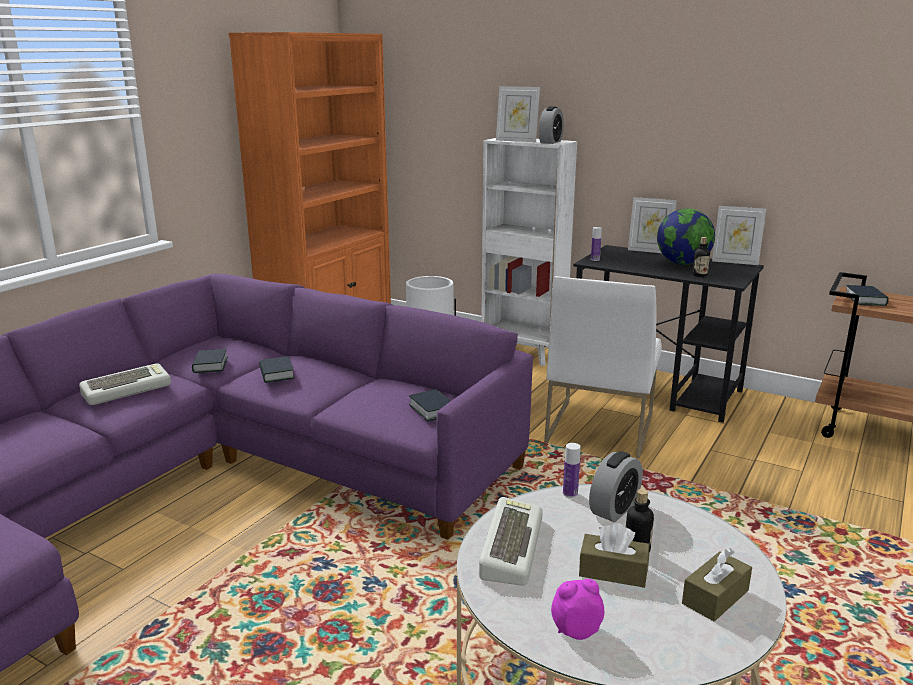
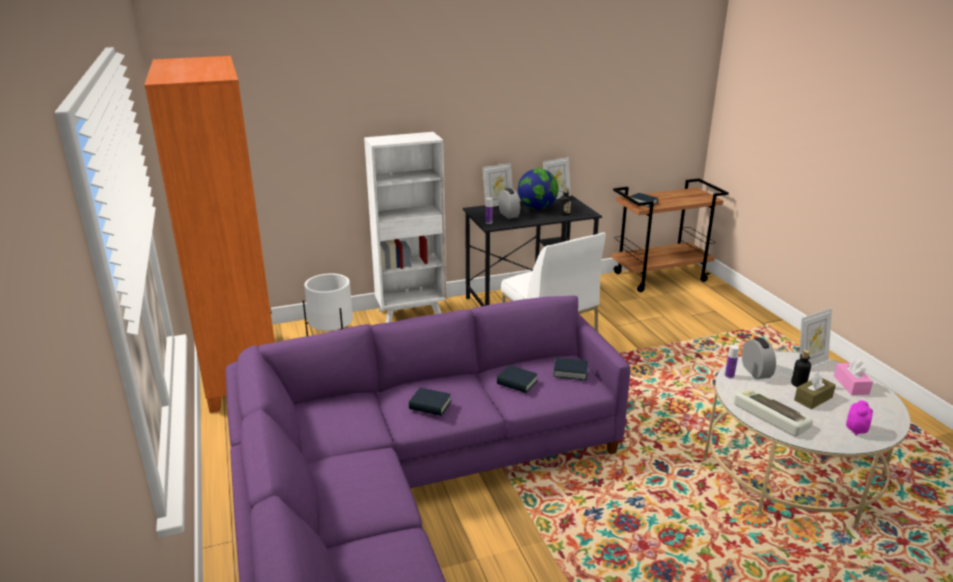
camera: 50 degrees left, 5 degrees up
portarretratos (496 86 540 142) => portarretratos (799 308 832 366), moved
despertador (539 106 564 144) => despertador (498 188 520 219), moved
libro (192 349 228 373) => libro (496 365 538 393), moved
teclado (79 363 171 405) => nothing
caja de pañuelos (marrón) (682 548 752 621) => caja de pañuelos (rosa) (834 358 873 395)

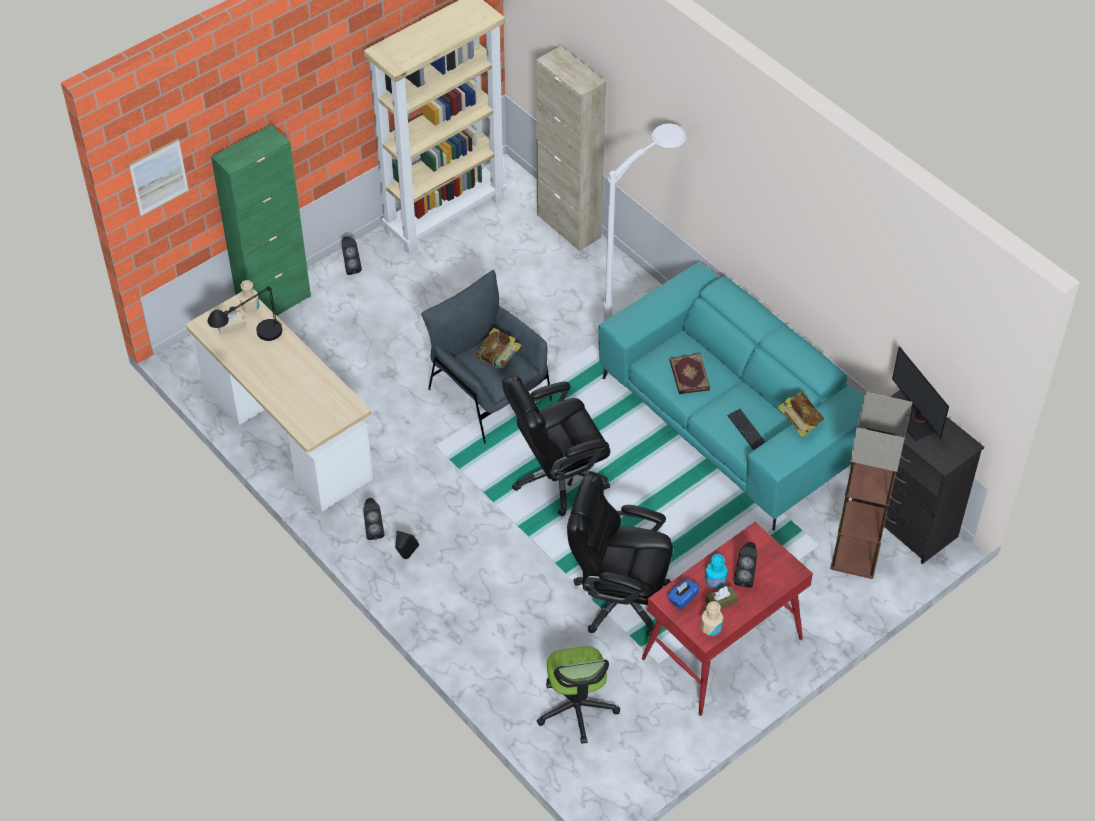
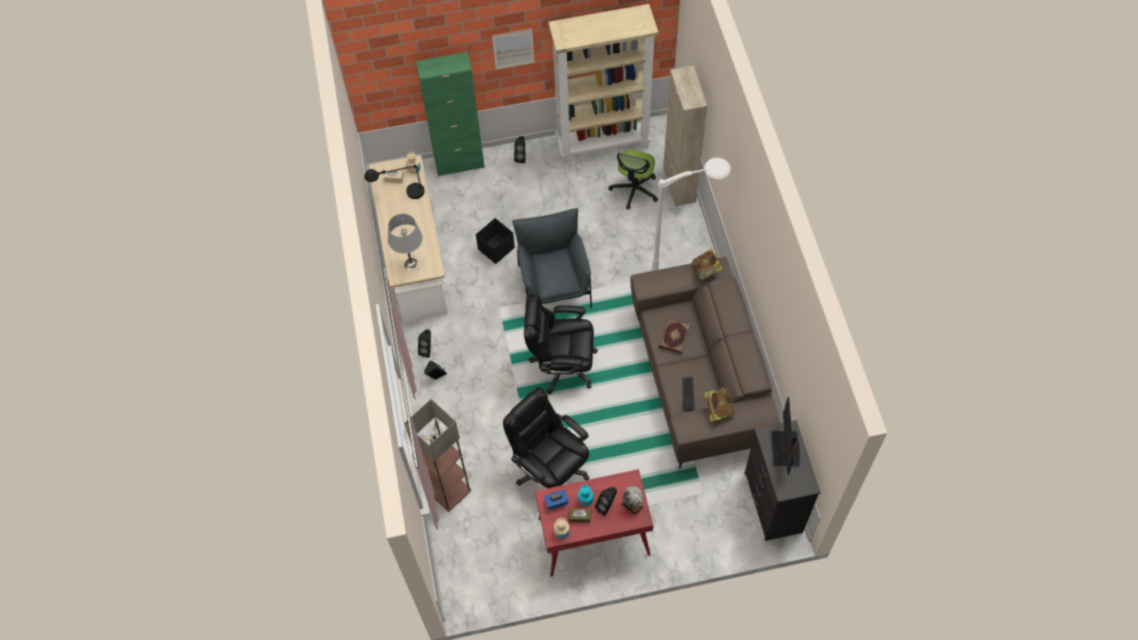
camera: 30 degrees right, 10 degrees up
cuadro (129 138 189 217) => cuadro (492 28 535 70), moved
sofá (turquesa) (598 263 866 530) => sofá (marrón) (630 257 780 469)
libro (476 328 522 368) => libro (692 248 723 280), moved
lámpara de pie (830 392 913 579) => lámpara de pie (404 399 471 512), moved
silla de oficina (537 646 620 744) => silla de oficina (609 150 658 209), moved
nothing => lámpara de mesa (gris) (388 214 423 271)
nothing => caja de almacenaje (negro) (476 218 515 264)
nothing => globo terráqueo (621 486 644 516)

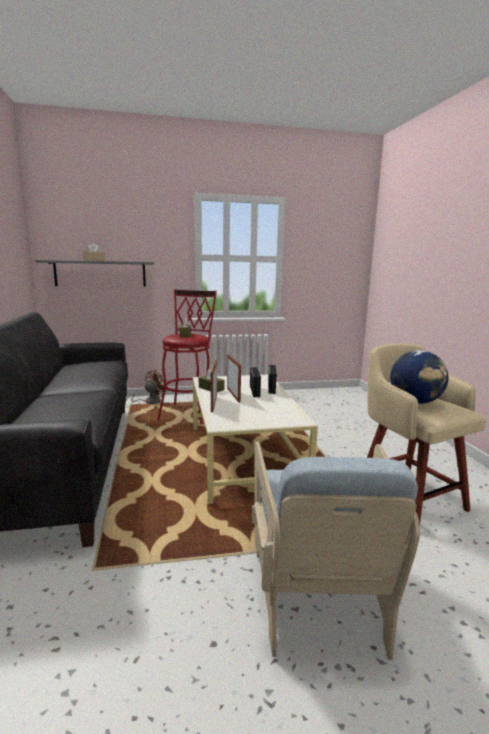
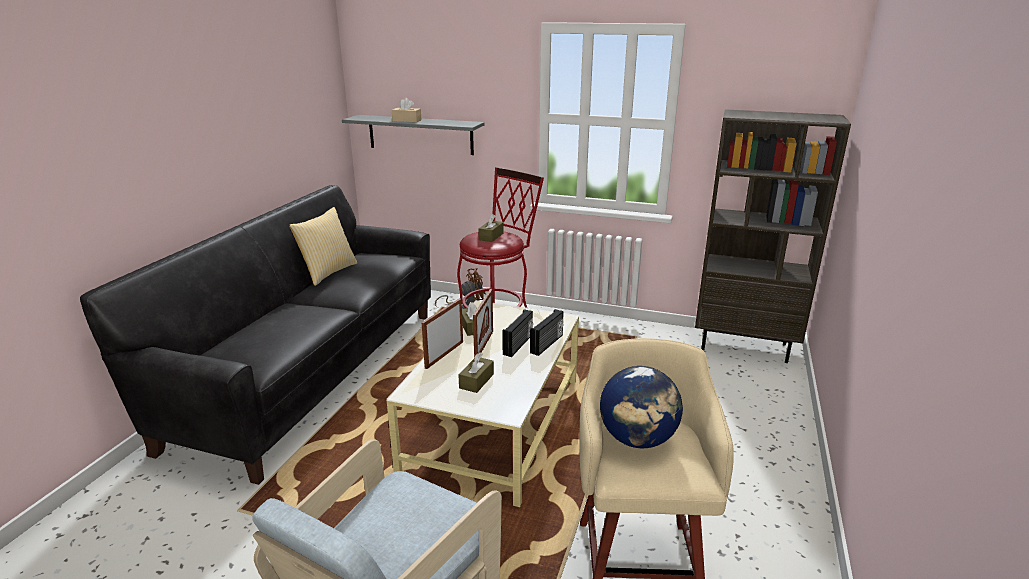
camera: 30 degrees right, 10 degrees up
nothing => estantería (marrón) (695 109 851 363)
nothing => cojín (289 207 357 286)
nothing => caja de pañuelos (marrón) (458 353 494 393)

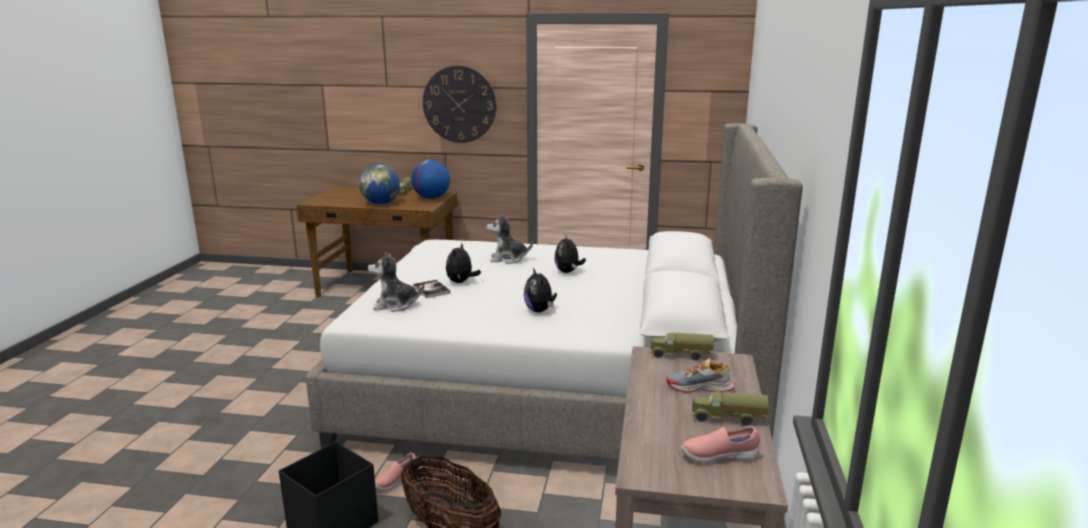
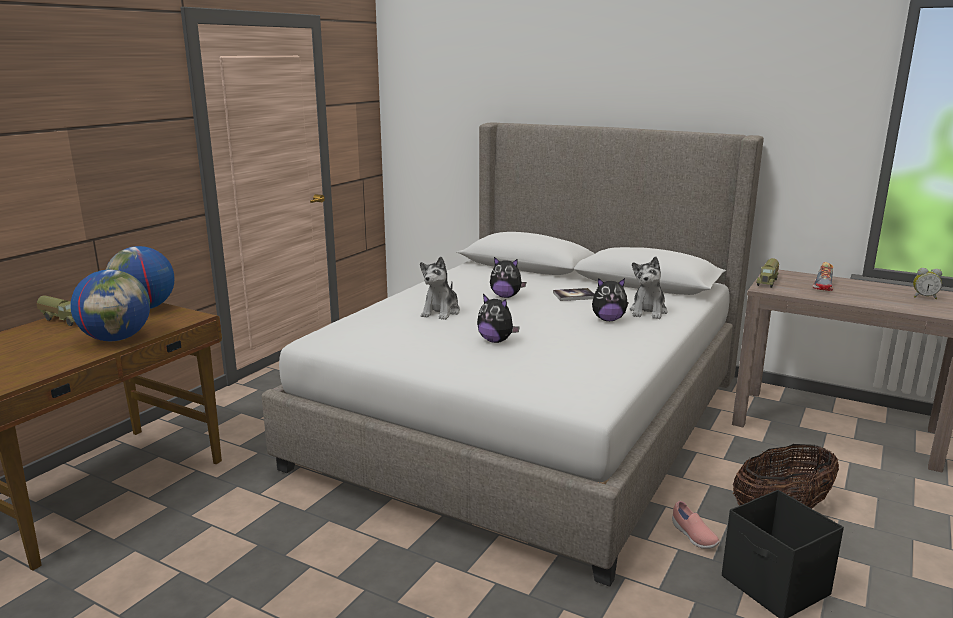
camera: 70 degrees left, 0 degrees up
reloj de pared (423 66 496 143) => nothing
peluche (368 252 424 312) => peluche (630 257 668 319), moved
libro (413 280 450 298) => libro (553 288 594 301), moved
camión de juguete (692 391 769 426) => nothing
zapato (rosa) (681 426 760 463) => despertador (913 268 942 299)

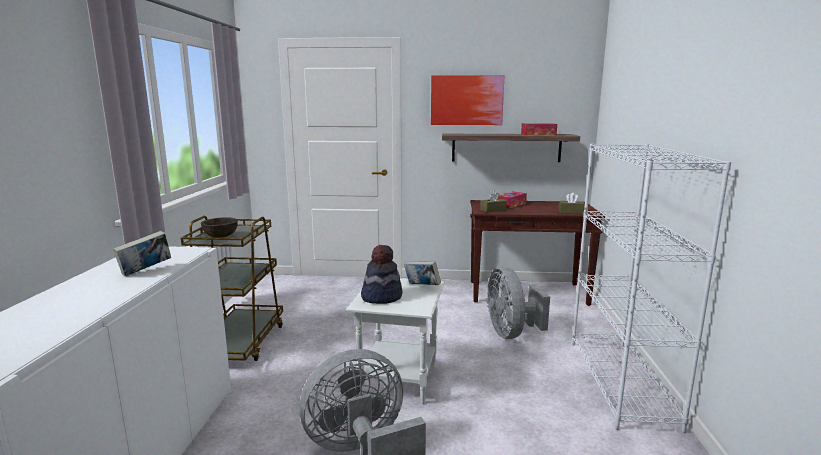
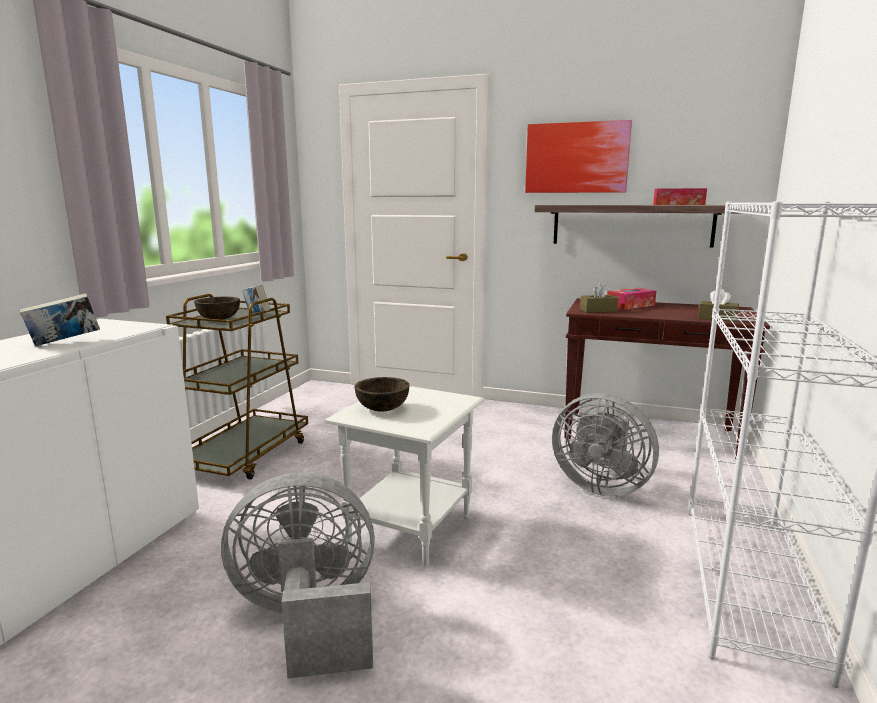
camera: 15 degrees right, 0 degrees up
sombrero (361 245 403 304) => cuenco (marrón) (355 377 410 411)
libro (404 261 441 285) => libro (242 285 270 313), moved
ventilador (gris) (487 267 550 339) => ventilador (gris) (552 393 659 497), 60 degrees counterclockwise

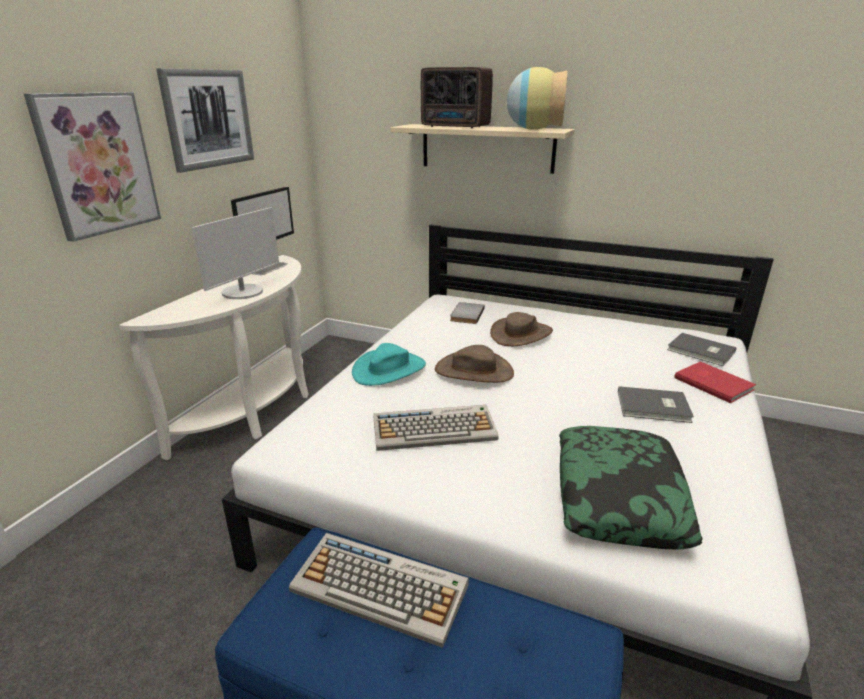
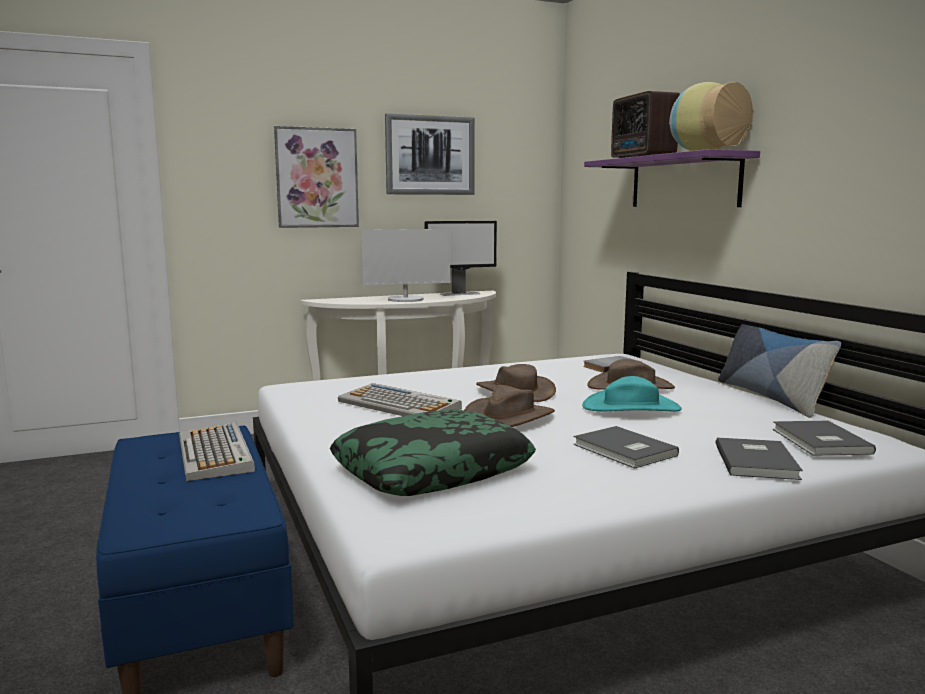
camera: 45 degrees right, 15 degrees down
estante (beis) (390 124 575 174) => estante (morado) (584 149 760 207)
sombrero (turquesa) (352 343 426 386) => sombrero (turquesa) (582 376 682 412), moved
libro (rojo) (674 362 756 403) => libro (gris) (716 437 803 480)
nothing => cojín (718 319 841 418)
nothing => sombrero (marrón) (464 385 555 427)

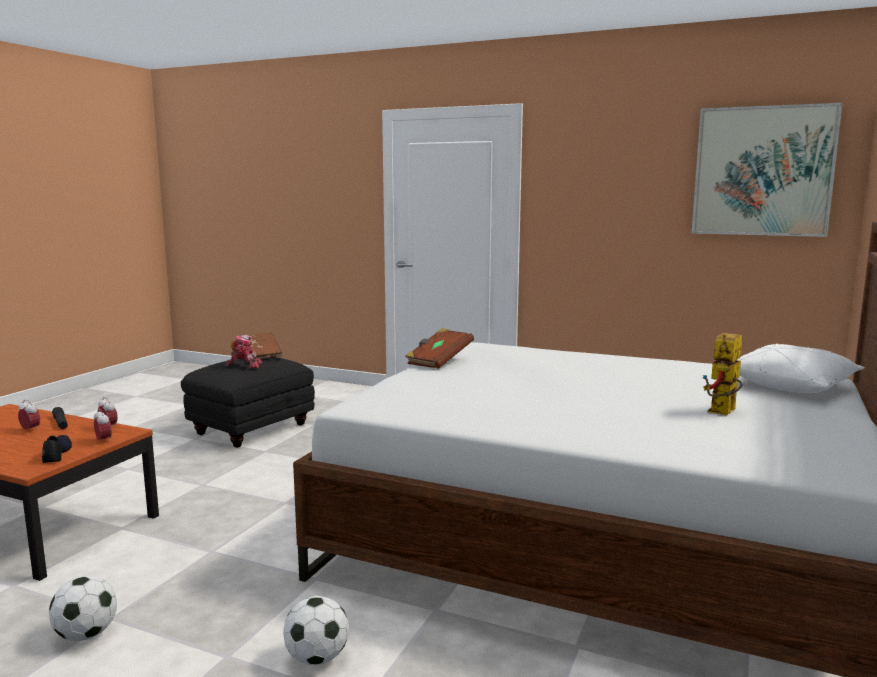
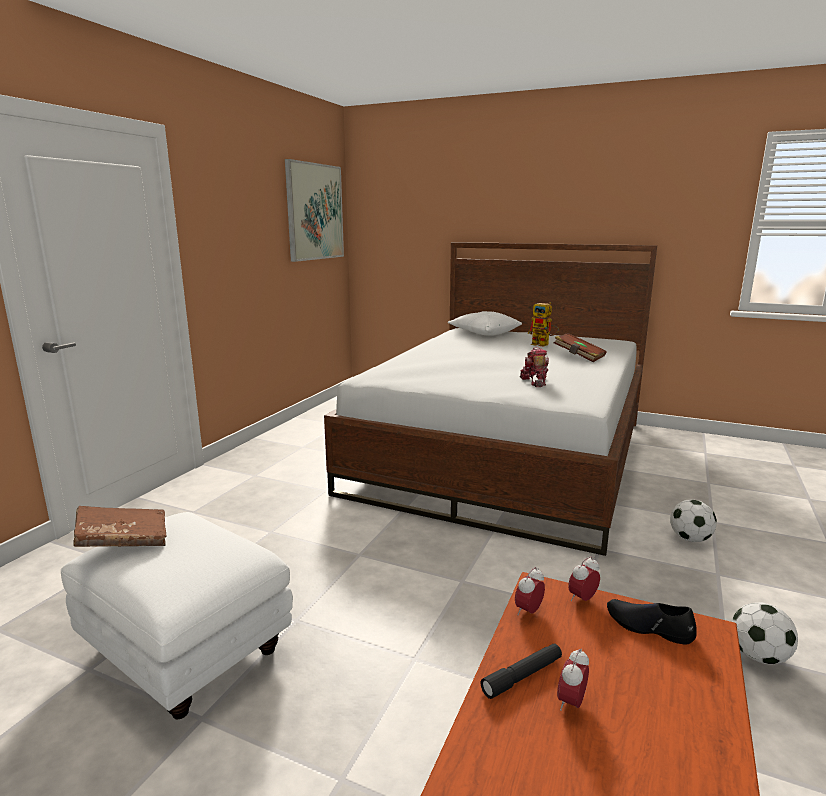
camera: 90 degrees left, 5 degrees up
libro (marrón) (405 328 474 369) => libro (marrón) (554 333 607 362), moved
robot de juguete (225 334 263 368) => robot de juguete (520 347 549 387), moved
puf (negro) (181 357 315 448) => puf (blanco) (61 512 293 719)
zapato (negro) (42 435 72 463) => zapato (negro) (607 599 696 645), 45 degrees clockwise

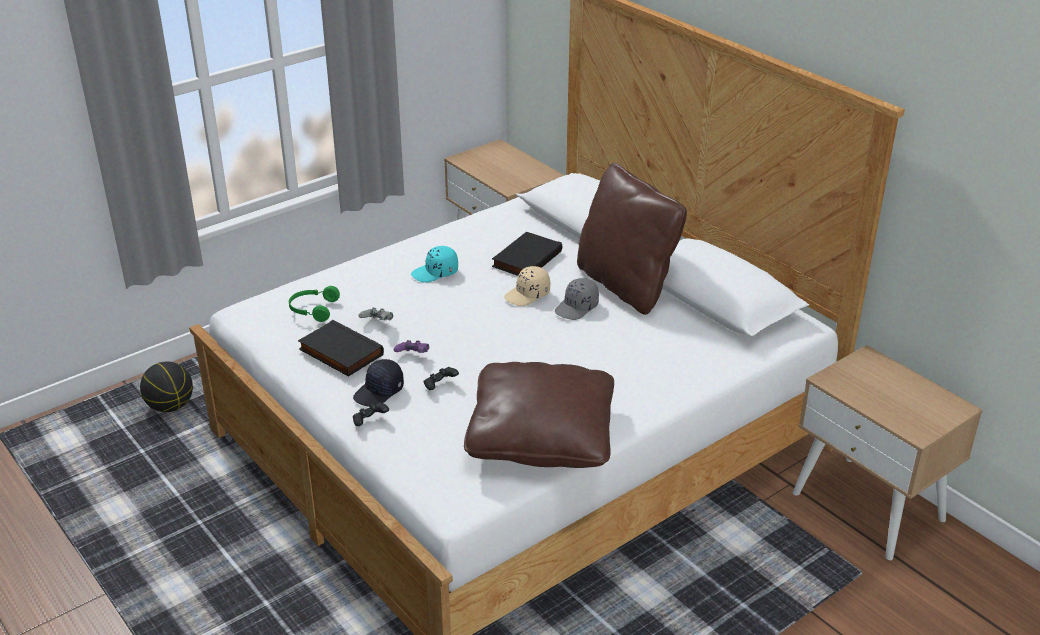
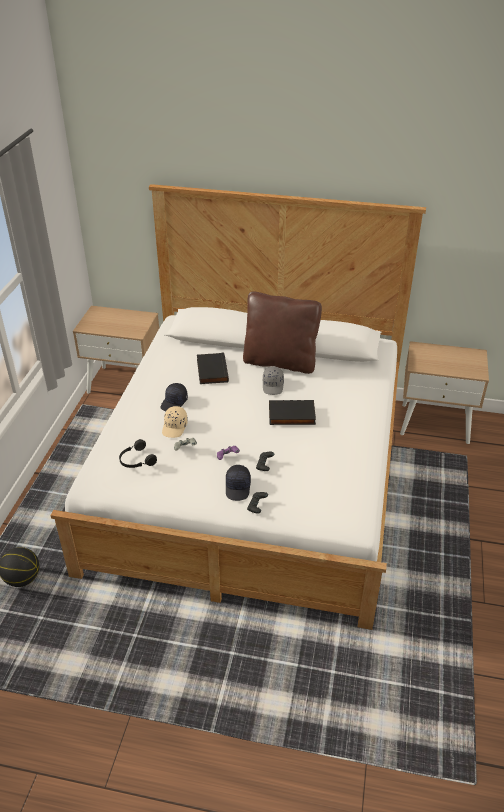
camera: 40 degrees left, 5 degrees up
gorra (turquesa) (411 246 458 283) => gorra (negro) (160 383 188 411)
gorra (beis) (504 266 550 306) => gorra (beis) (162 406 188 438), moved
auriculares (verde) (289 286 340 322) => auriculares (negro) (119 439 157 468)
libro (negro) (298 320 384 377) => libro (negro) (269 400 316 425), moved
cojín (marrón) (464 362 614 468) => nothing

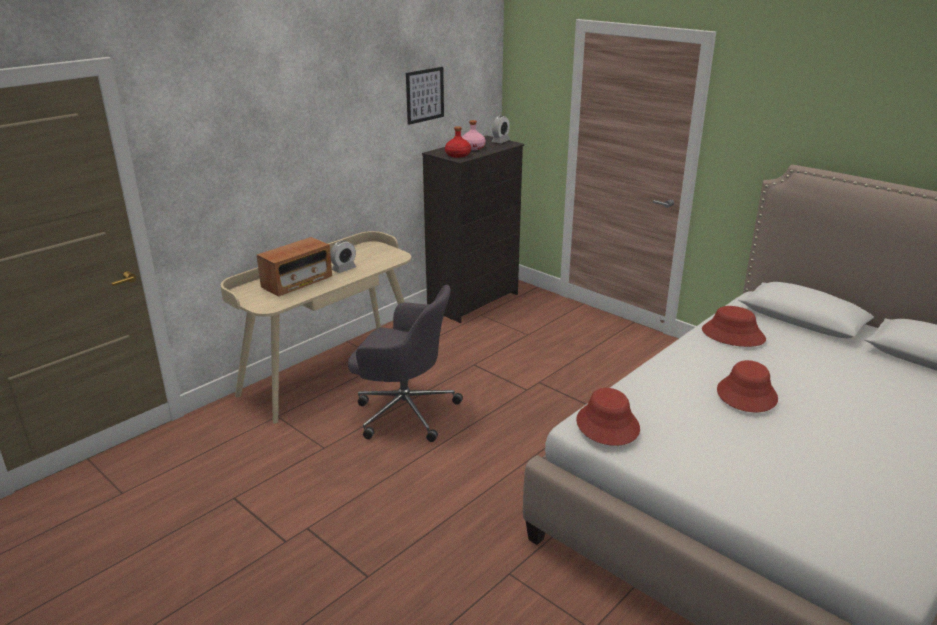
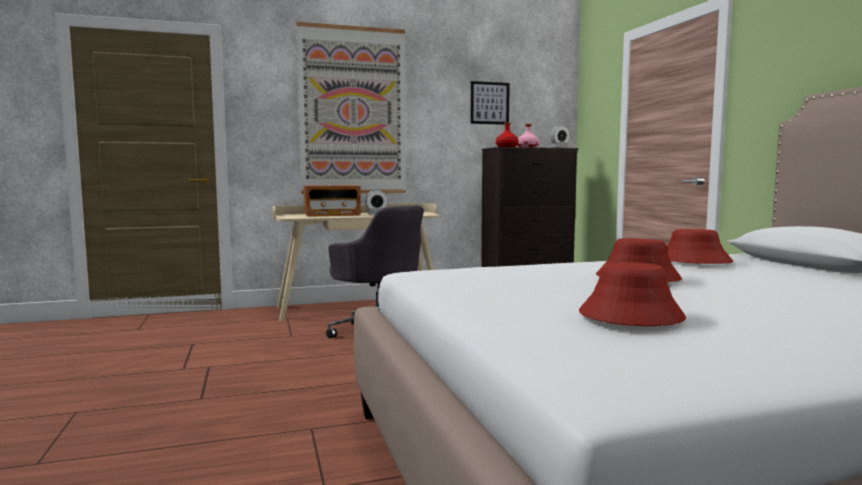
camera: 30 degrees right, 20 degrees down
sombrero (rojo) (576 388 640 446) => sombrero (rojo) (579 262 686 326), moved
nothing => cuadro (296 22 406 194)

